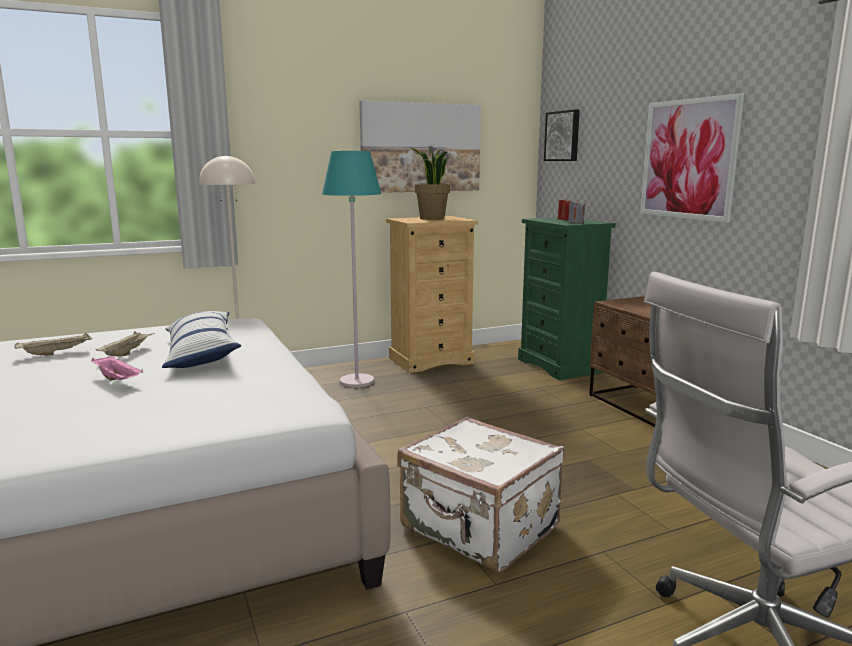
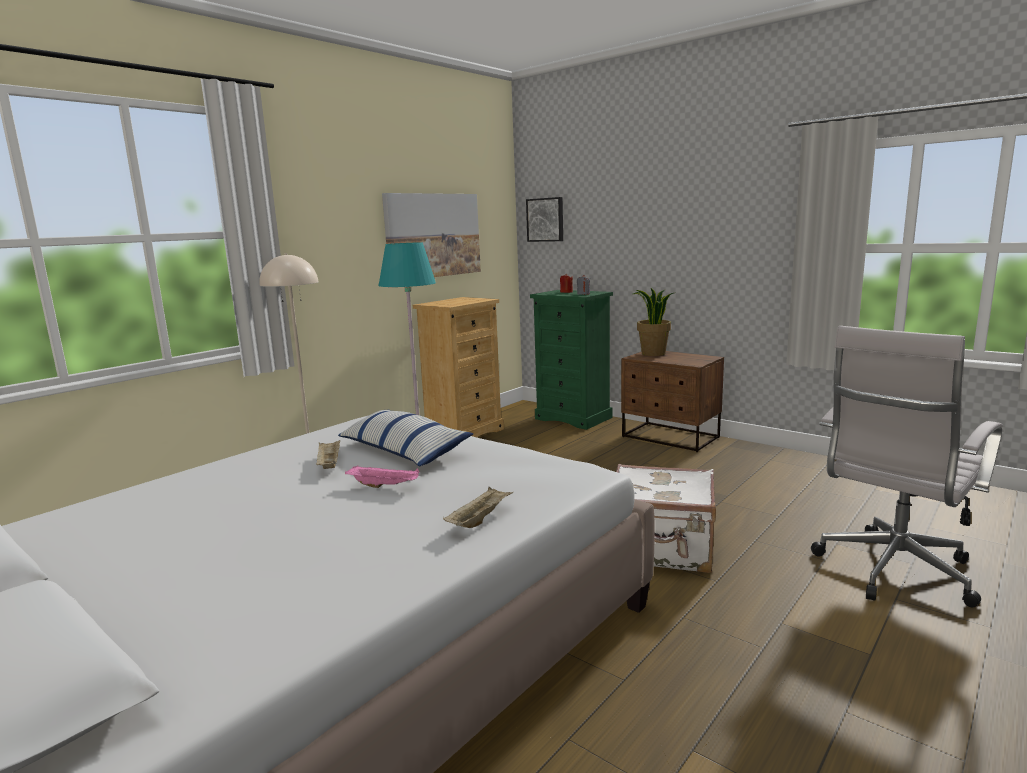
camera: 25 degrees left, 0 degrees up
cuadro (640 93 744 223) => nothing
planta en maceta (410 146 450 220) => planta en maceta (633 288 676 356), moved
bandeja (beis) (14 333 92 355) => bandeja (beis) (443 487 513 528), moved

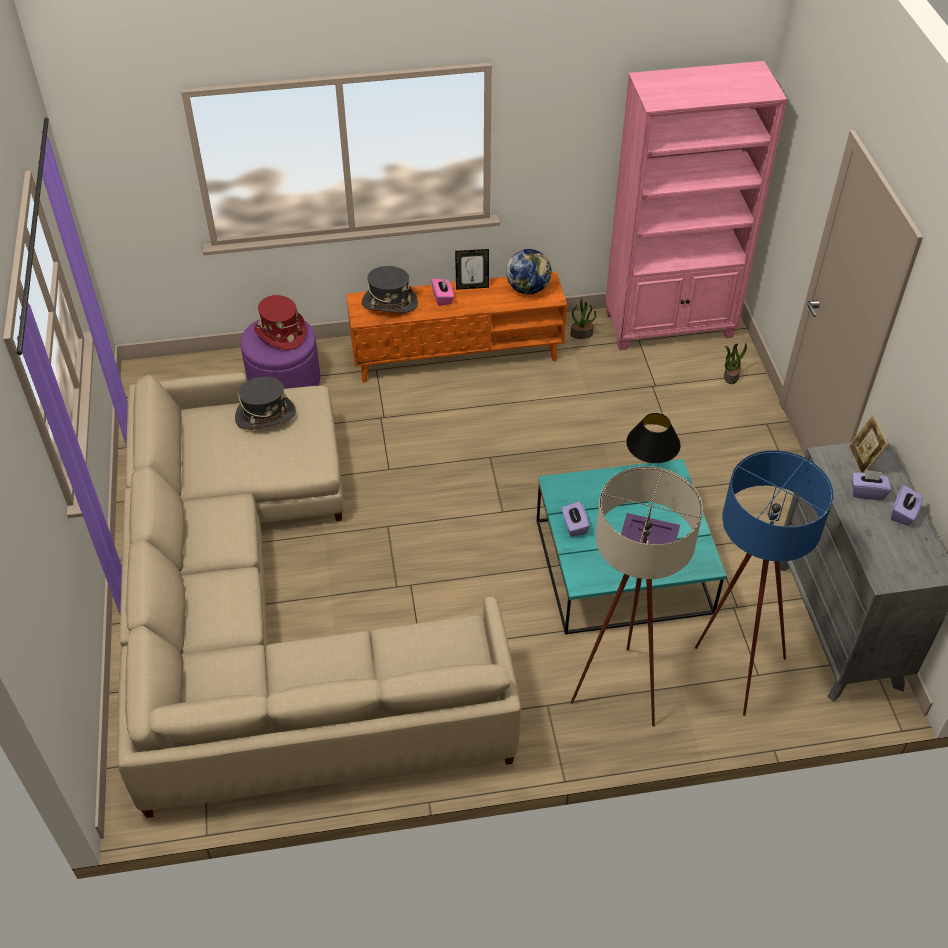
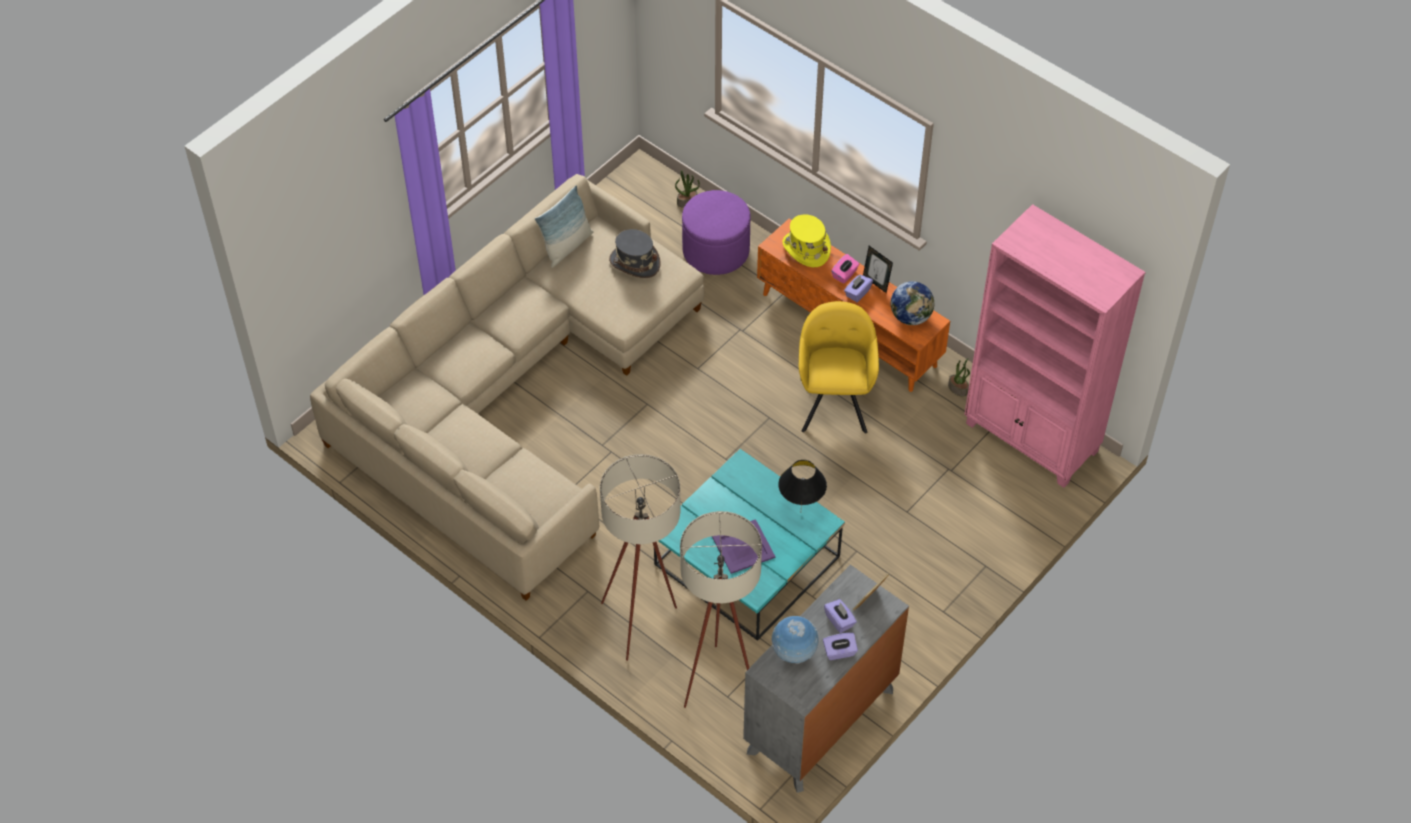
camera: 50 degrees right, 5 degrees up
sombrero (gris) (362 266 418 313) => sombrero (amarillo) (782 214 831 267)
sombrero (rojo) (254 295 306 350) => nothing
planta en maceta (724 343 747 384) => planta en maceta (675 170 700 208), moved
lámpara de pie (azul) (695 450 833 716) => lámpara de pie (beis) (680 511 762 708)
caja de pañuelos (morado) (562 501 590 537) => caja de pañuelos (morado) (844 275 873 302), moved
nothing => cojín (535 185 594 268)
nothing => sillón (amarillo) (799 301 879 433)
nothing => globo terráqueo (772 616 819 663)

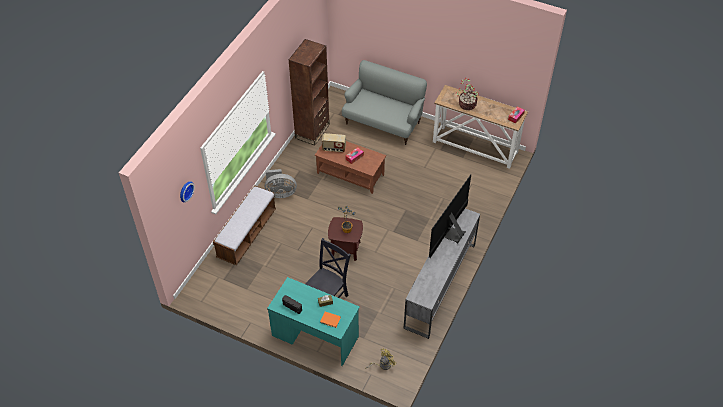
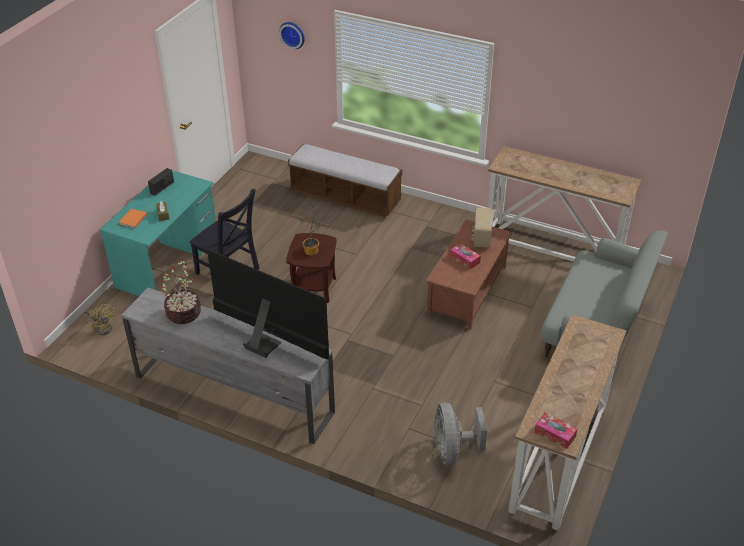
camera: 90 degrees right, 10 degrees down
estantería (marrón) (288 39 330 146) => mesa consola (488 146 642 261)
planta en maceta (456 78 479 110) => planta en maceta (160 259 201 324), moved
ventilador (gris) (265 169 297 198) => ventilador (gris) (433 402 487 465), moved

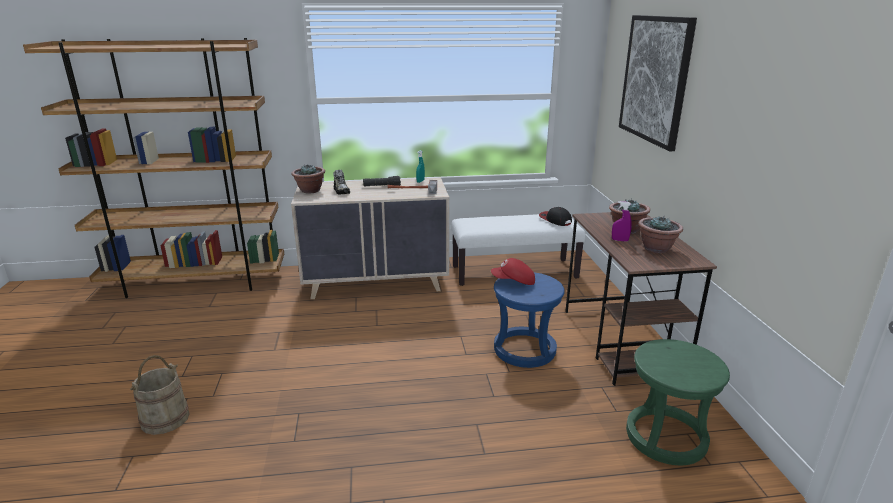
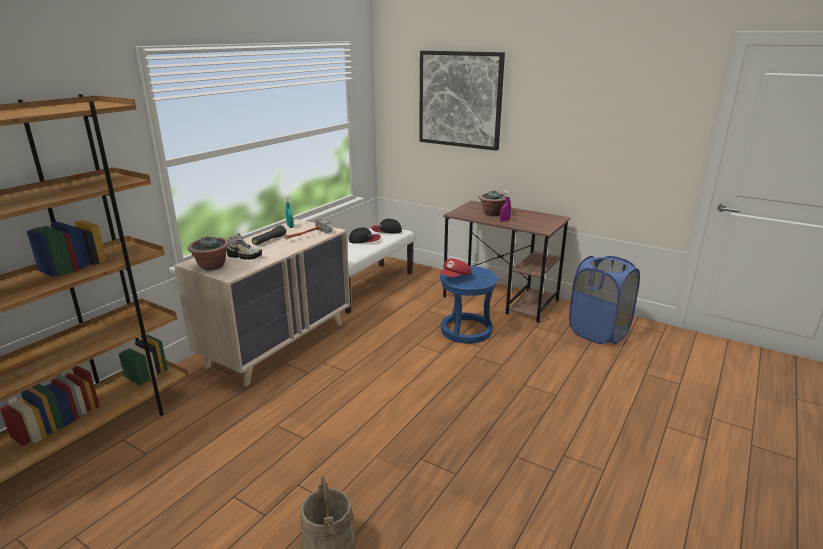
camera: 50 degrees left, 0 degrees up
planta en maceta (638 216 683 253) => nothing
taburete (verde) (626 339 730 465) => cesto de la ropa (azul) (569 256 640 344)
nothing => gorra (349 227 381 244)

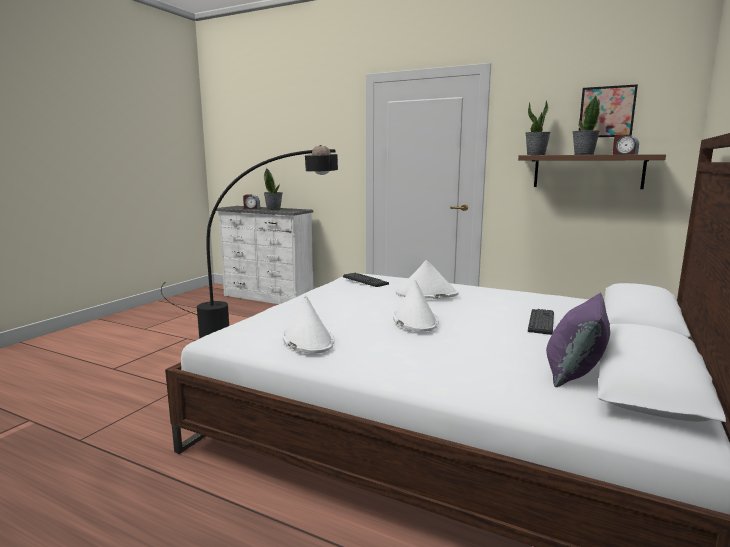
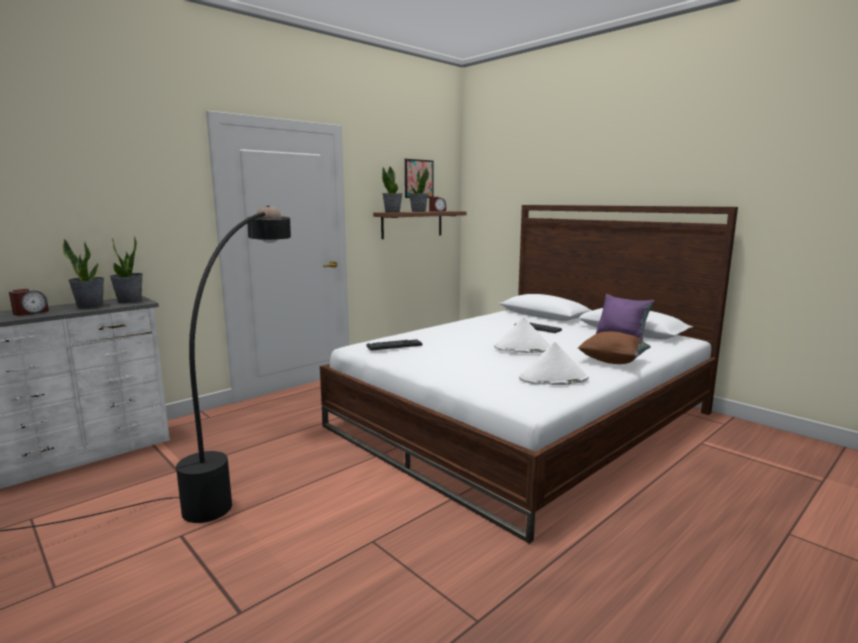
camera: 70 degrees left, 0 degrees up
sombrero (blanco) (396 260 459 299) => nothing
nothing => planta en maceta (110 236 143 303)
nothing => cojín (marrón) (578 332 651 364)

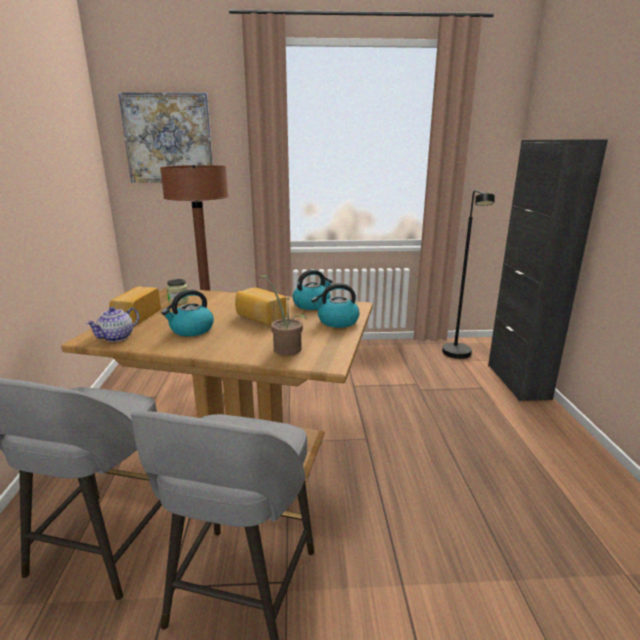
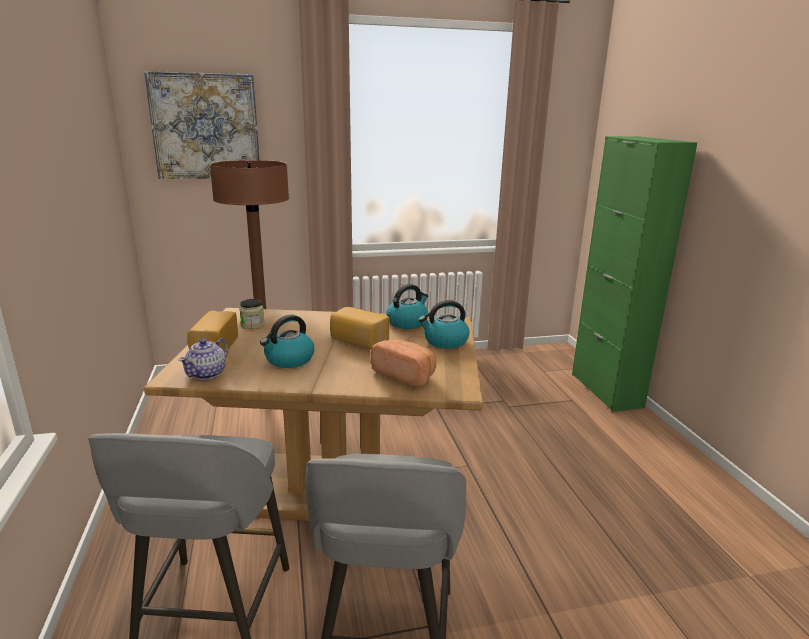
camera: 10 degrees left, 0 degrees up
armario (negro) (488 139 608 401) => armario (verde) (572 136 697 412)
lámpara de pie (negro) (442 190 495 359) => nothing
planta en maceta (260 275 307 355) => pan (370 339 436 387)

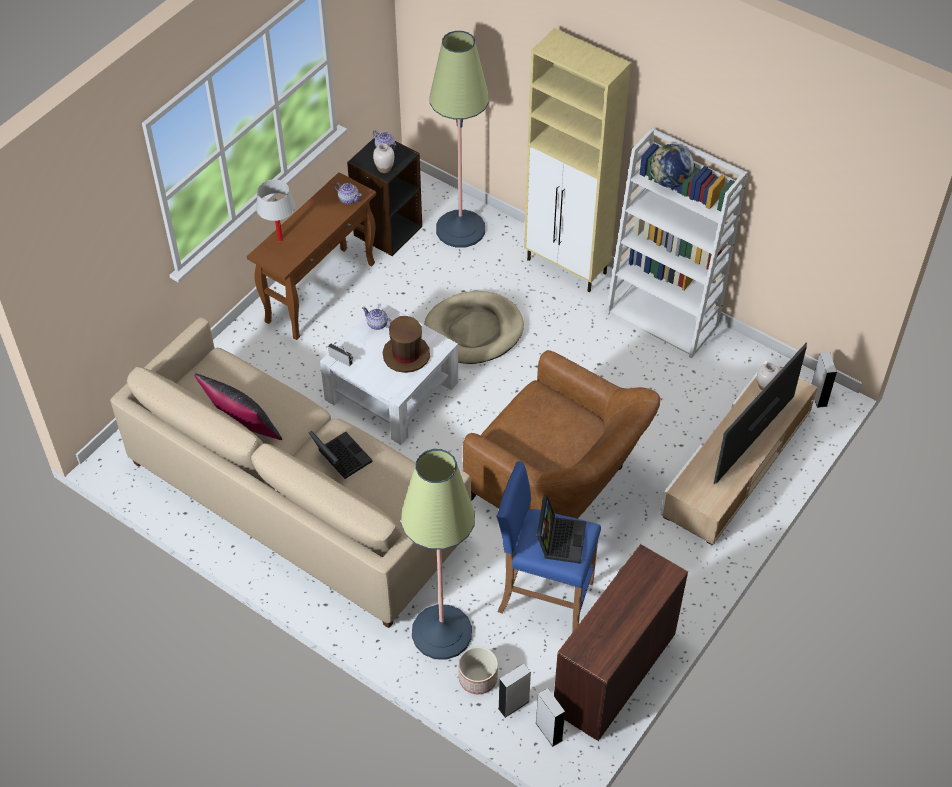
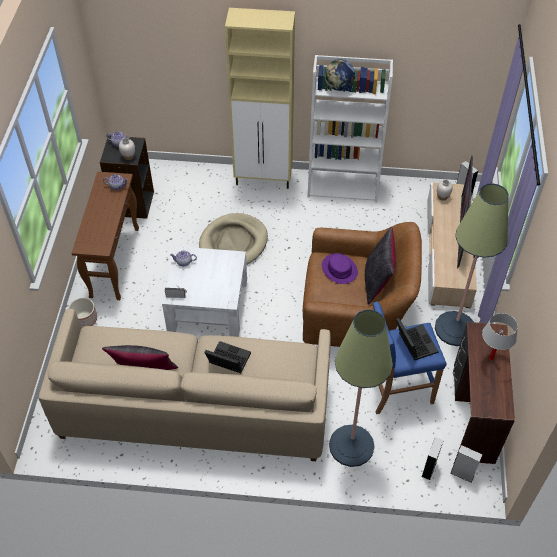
camera: 30 degrees left, 0 degrees up
lámpara de pie (430 31 489 248) => lámpara de pie (435 183 509 346), moved
lámpara de mesa (blanco) (256 179 295 242) => lámpara de mesa (blanco) (482 313 518 360), moved
sombrero (marrón) (383 316 430 373) => nothing
maceta (458 647 498 694) => maceta (68 298 97 328), moved
nothing => cojín (negro) (365 227 396 305)
nothing => sombrero (morado) (322 253 358 284)

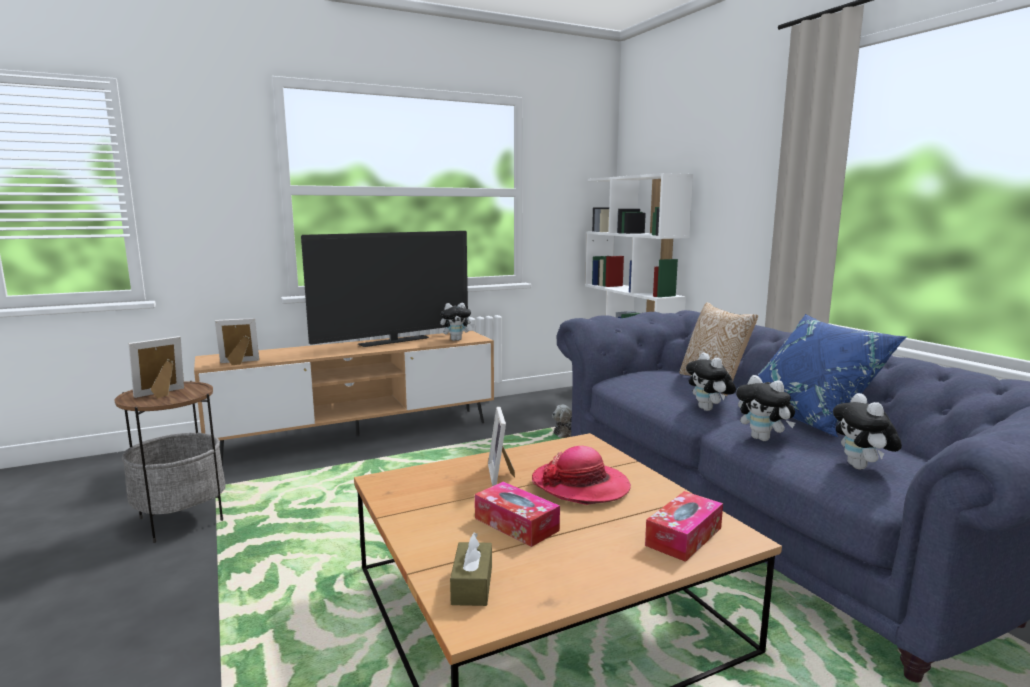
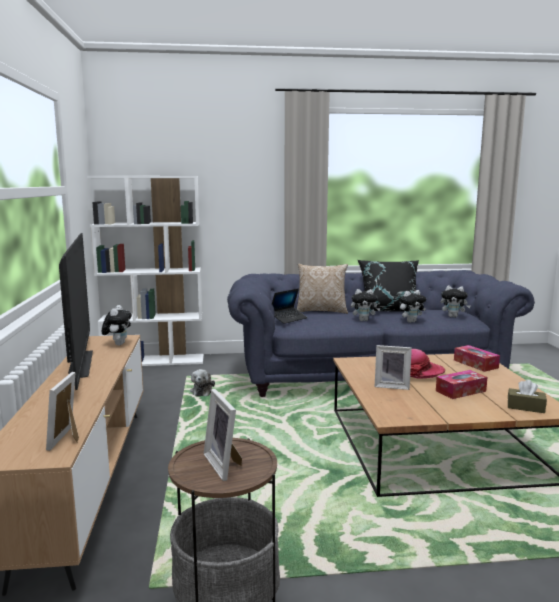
camera: 70 degrees left, 0 degrees up
cojín (azul) (758 314 907 437) => cojín (negro) (358 260 426 311)
nothing => portátil (272 289 307 324)

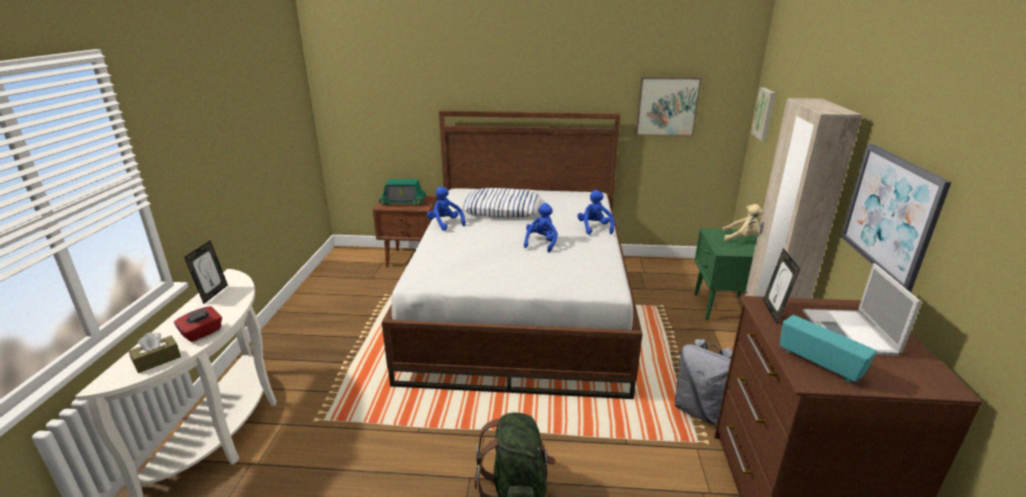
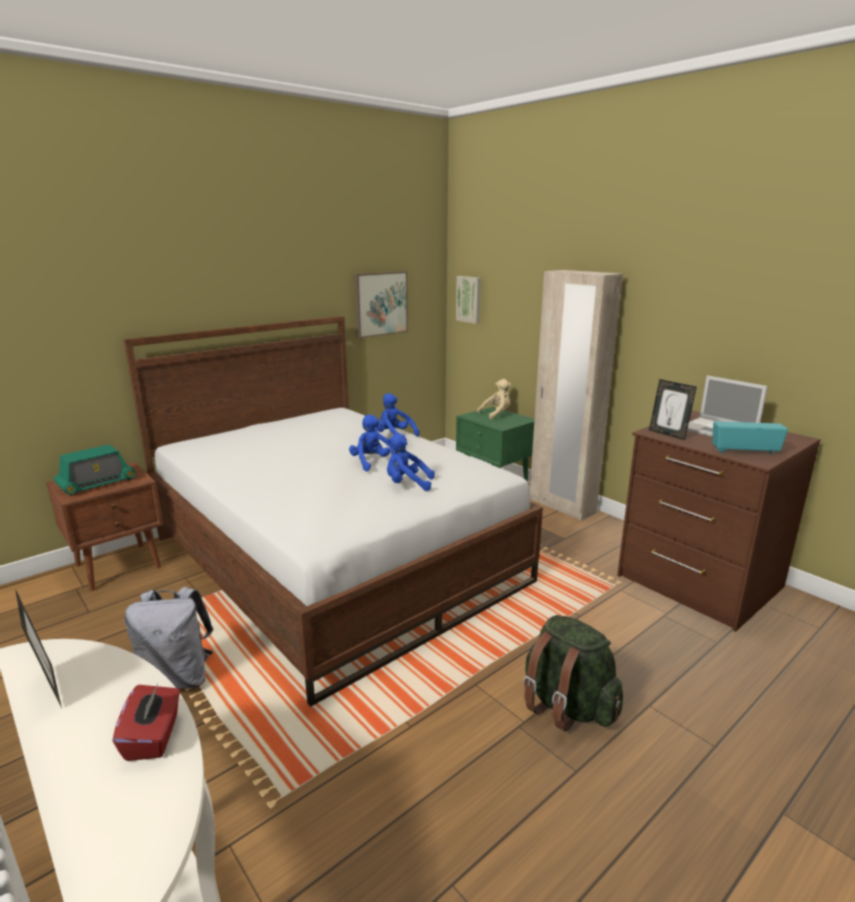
camera: 45 degrees left, 5 degrees down
cuadro (841 144 951 293) => nothing
peluche (azul) (427 186 466 231) => peluche (azul) (387 434 435 491), moved
cojín (462 188 541 218) => nothing
caja de pañuelos (marrón) (129 332 181 373) => nothing
mochila (gris) (674 339 732 424) => mochila (gris) (125 587 214 689), moved

